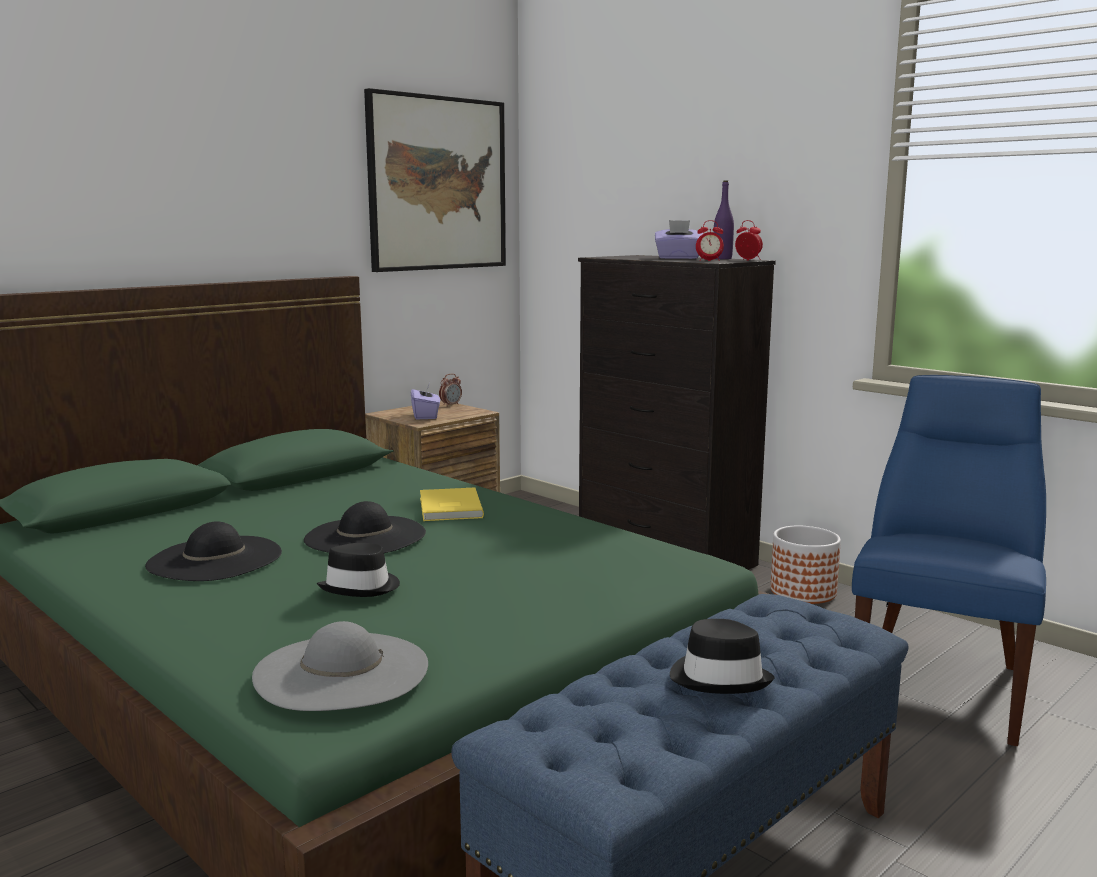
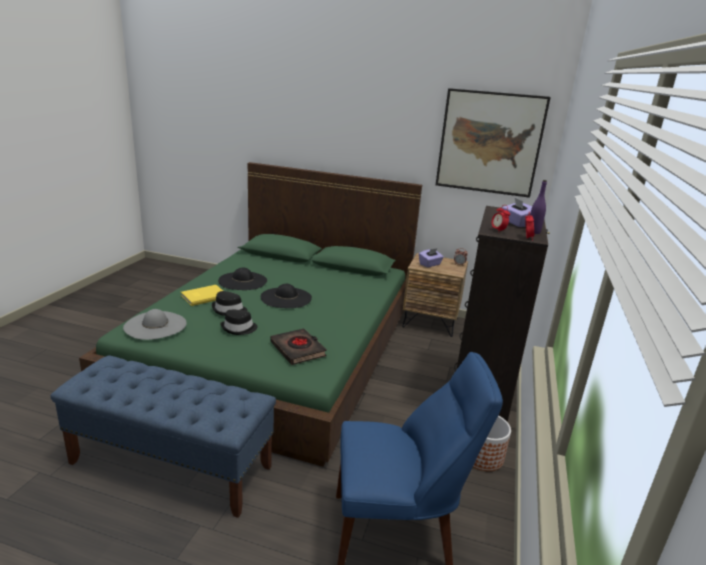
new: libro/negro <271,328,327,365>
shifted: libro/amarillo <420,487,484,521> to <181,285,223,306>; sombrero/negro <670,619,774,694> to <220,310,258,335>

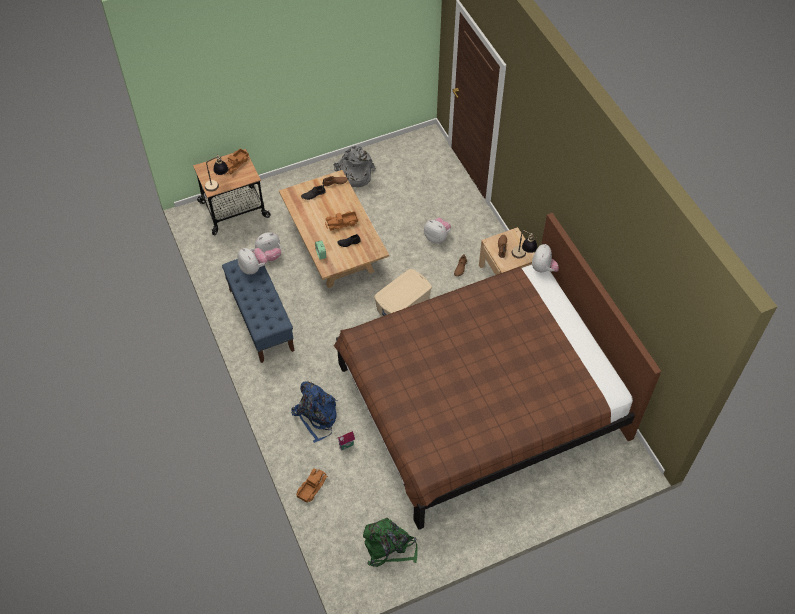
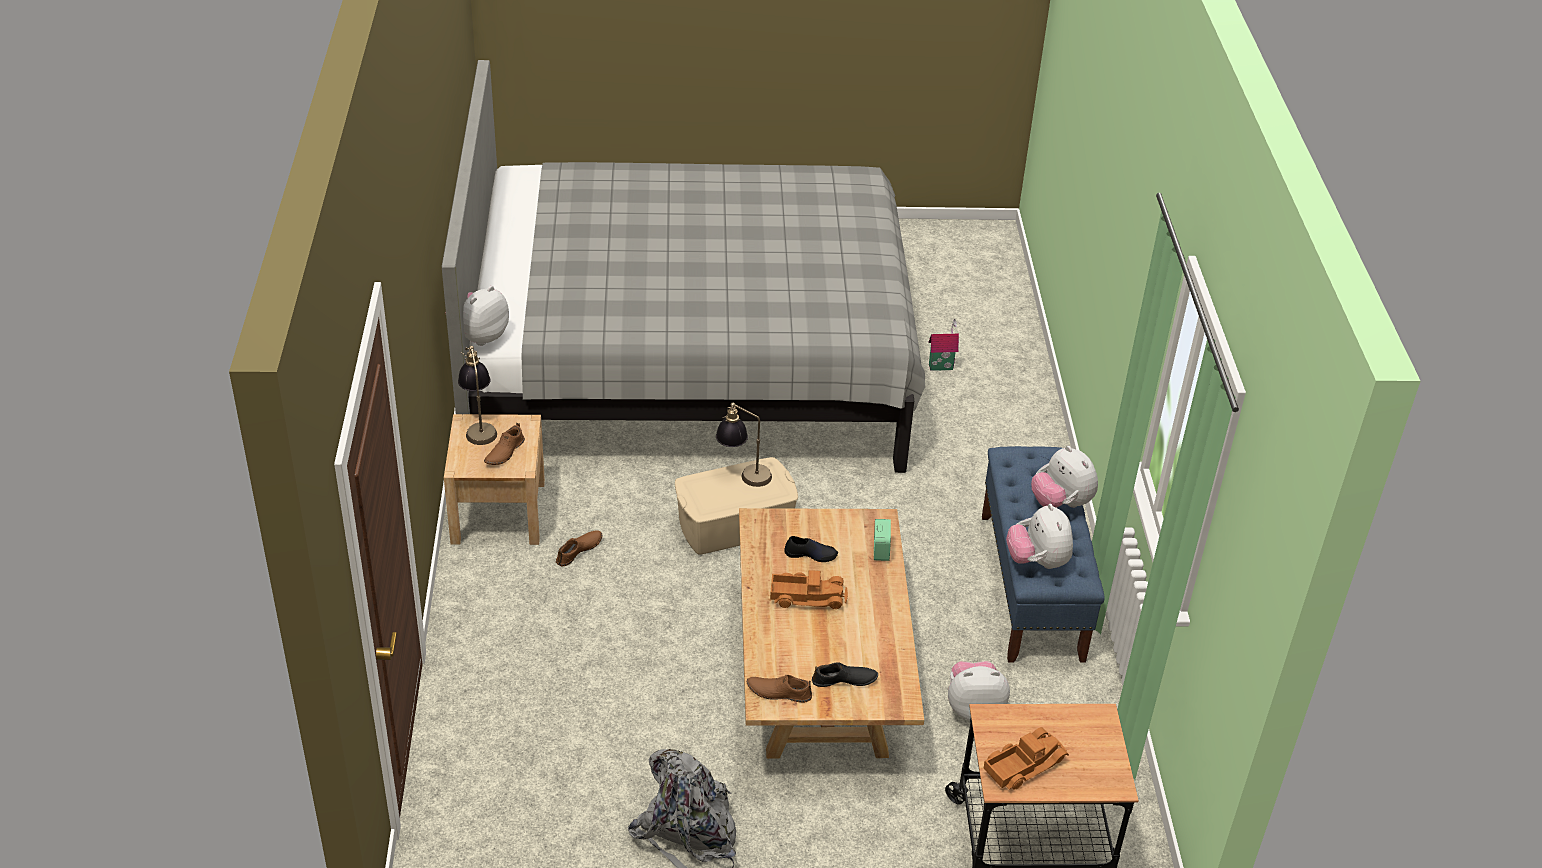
gone: mochila/azul <291,381,338,443>; camión de juguete <297,468,328,503>; mochila/verde <363,518,418,567>
shifted: lámpara de mesa <205,154,228,192> to <716,403,772,487>; peluche <424,218,451,243> to <1031,446,1098,508>
repainted: cama/marrón <334,213,661,530> to cama/gris <442,60,925,473>

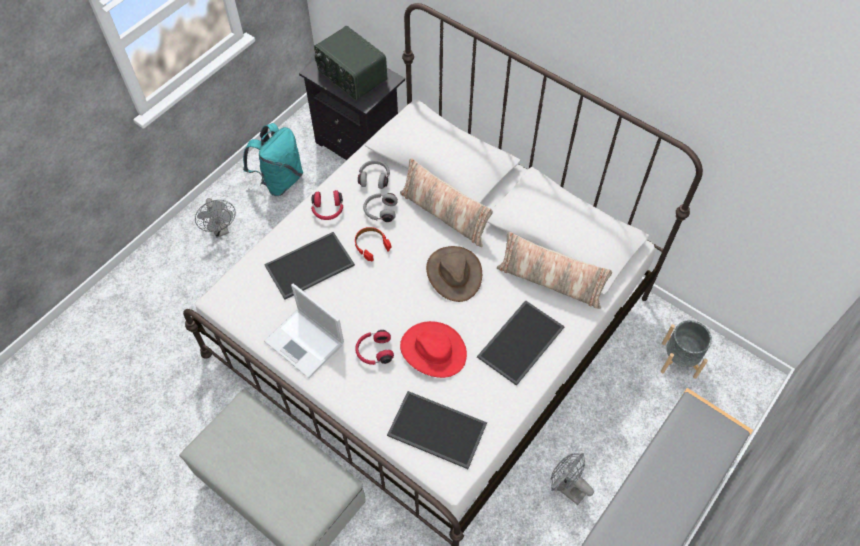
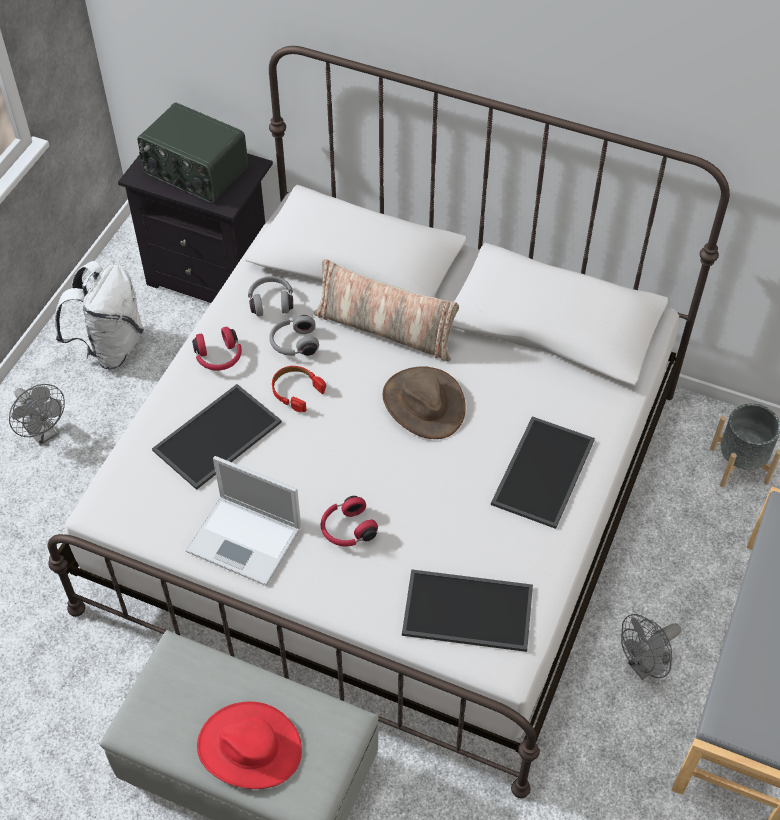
gone: cojín <497,232,612,309>
shifted: sombrero/rojo <400,321,467,378> to <197,702,302,789>
repainted: mochila/turquesa <243,123,303,196> to mochila/blanco <55,261,144,369>
rotated: ventilador/gris <550,453,594,505> = <621,614,681,680> 60 degrees counterclockwise

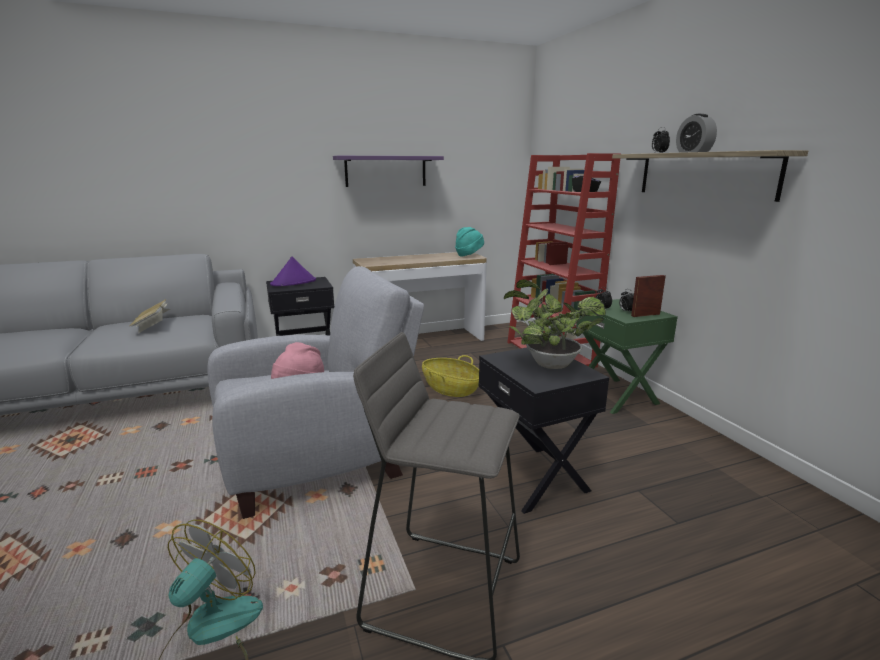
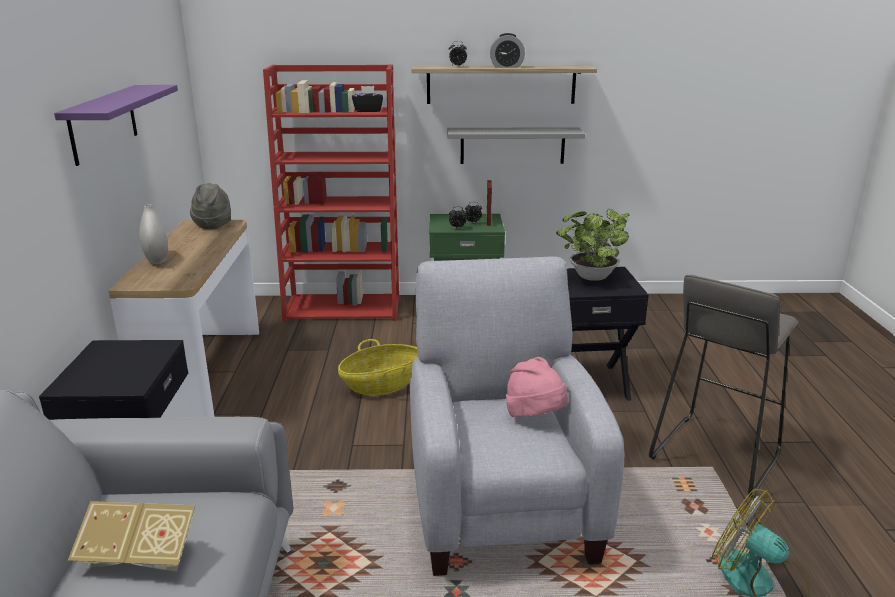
gone: sombrero/morado <270,257,316,286>
new: florero/blanco <139,204,168,264>; estante/gris <447,127,585,164>
repainted: sombrero/turquesa <455,227,484,256> to sombrero/gris <190,183,231,229>

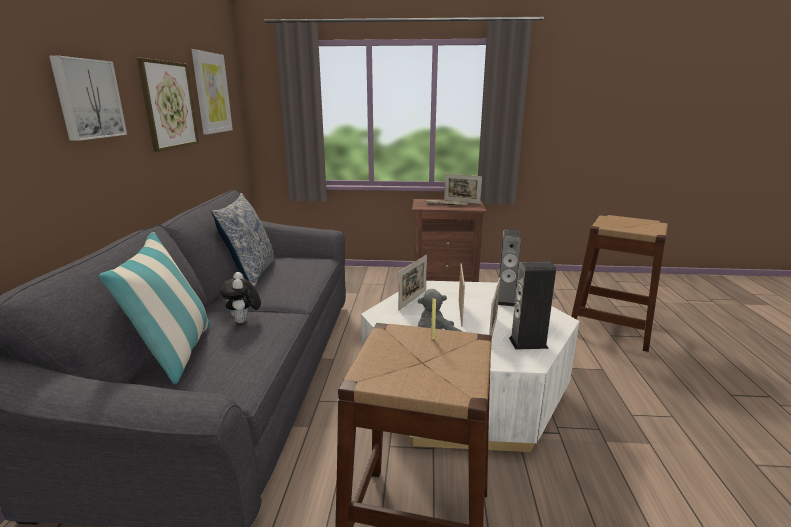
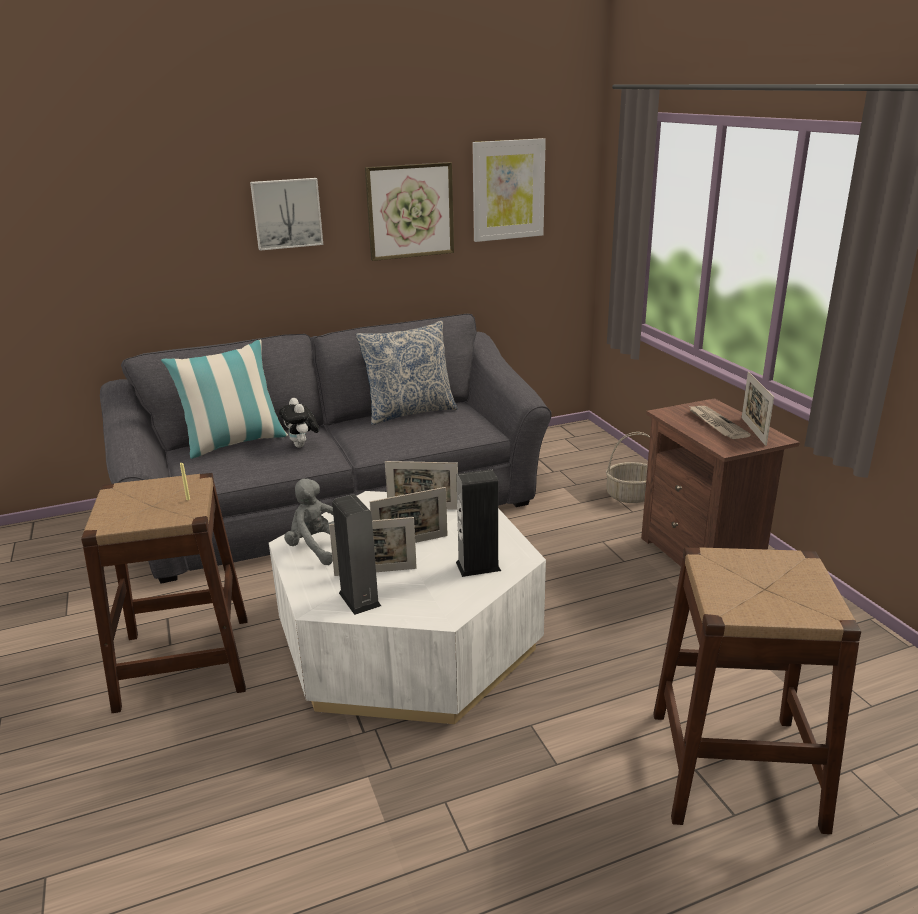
new: cesta <606,432,650,503>
rotated: peluche <221,272,261,323> = <279,398,319,448> 75 degrees counterclockwise

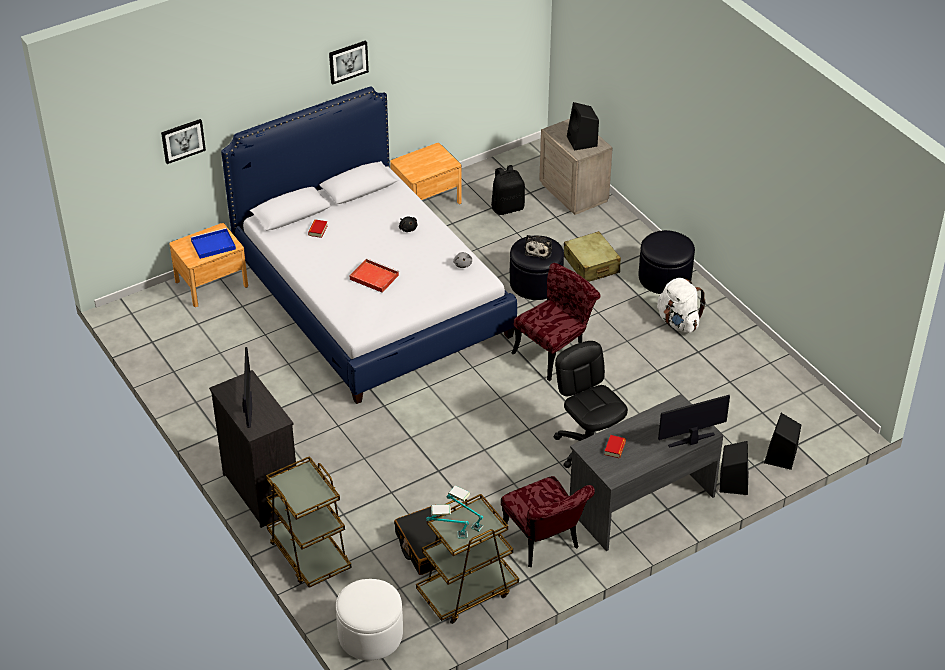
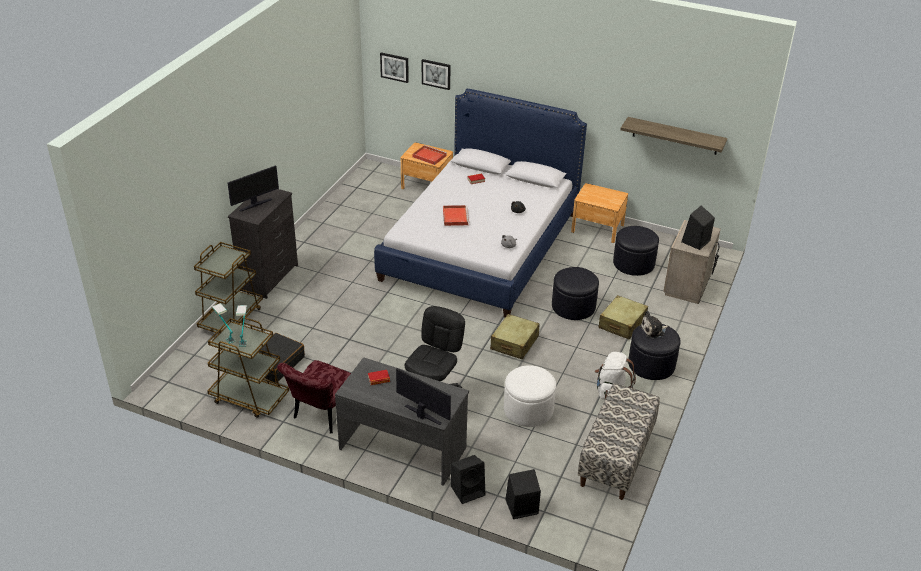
new: banco <578,383,660,500>; estante <621,117,727,155>
shifted: cuadro <329,40,369,85> to <380,52,409,83>; puf/blanco <336,579,403,661> to <504,365,556,427>; peluche <525,235,552,259> to <639,311,668,339>
swapped: mochila/negro <491,165,525,215> to puf/negro <613,226,659,276>; silla/rojo <512,263,601,381> to maleta/beis <490,314,540,359>
repainted: bandeja/azul <191,228,236,259> to bandeja/rojo <413,145,447,165>

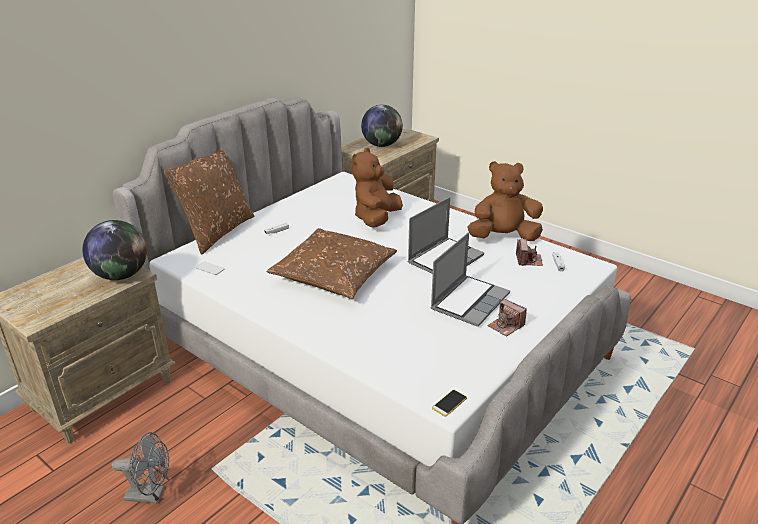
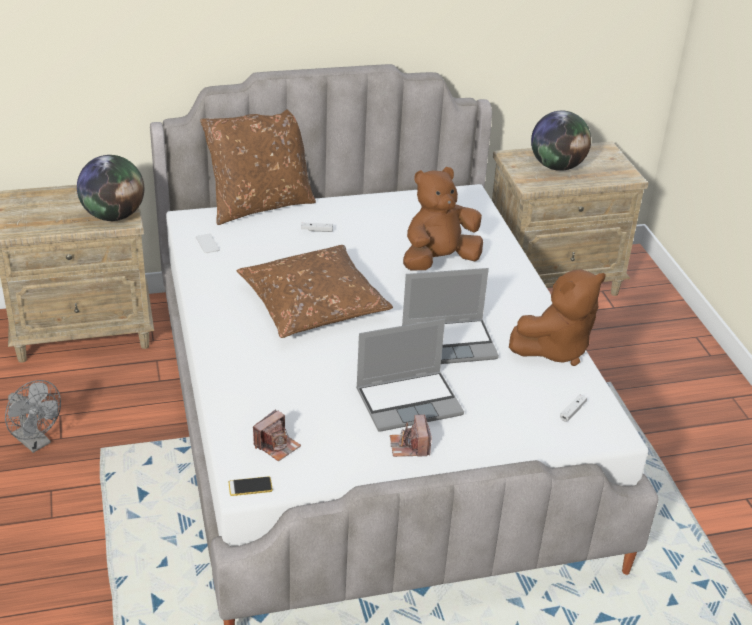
shifted: cámara <516,239,543,266> to <253,409,301,461>
rotated: peluche/marrón <468,161,543,241> = <509,269,606,366> 120 degrees clockwise

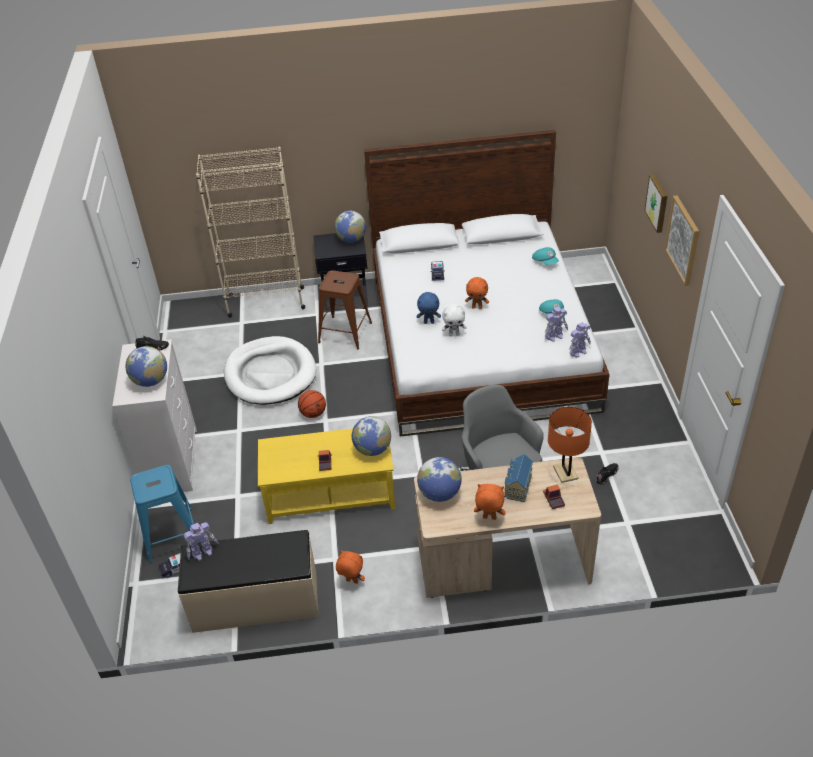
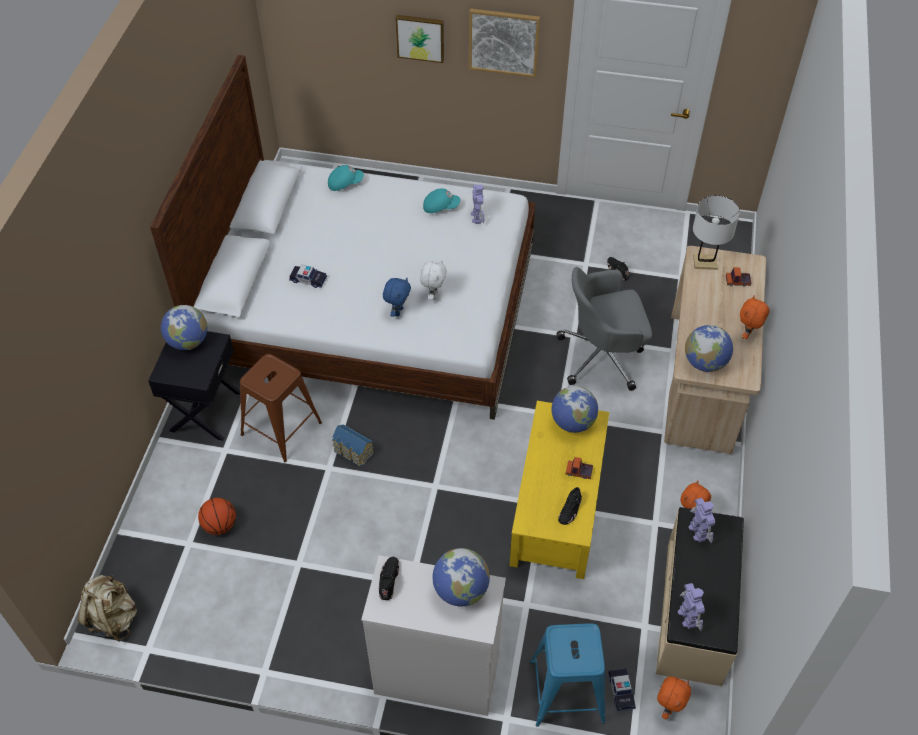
gone: estantería/beis <196,147,305,317>; cama para perro/blanco <224,336,316,405>
new: mochila/beis <78,574,137,641>; zapato/negro <558,487,582,525>
shifted: balón de baloncesto <298,390,326,418> to <198,498,236,535>; peluche/naranja <465,277,489,309> to <657,677,691,719>; casita <504,454,533,502> to <332,424,374,467>; robot de juguete <569,322,591,358> to <688,498,715,543>
repainted: lámpara de mesa/naranja <548,407,592,483> to lámpara de mesa/blanco <693,195,740,270>

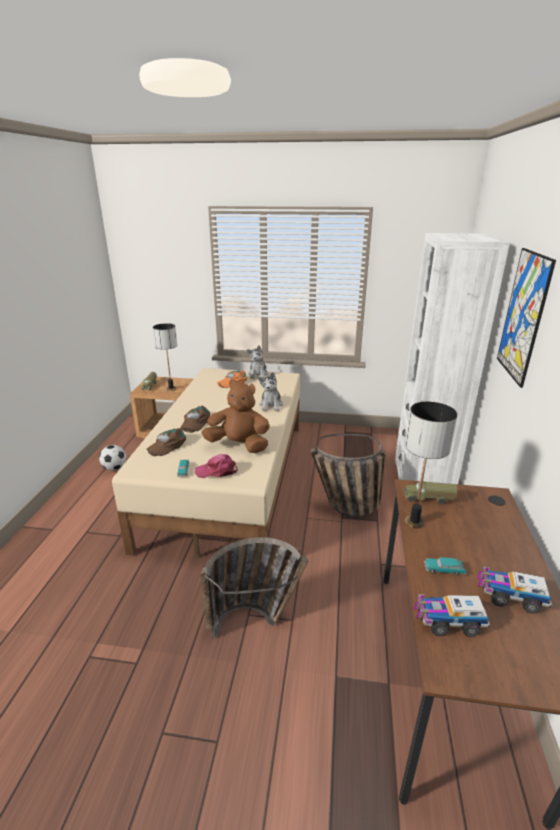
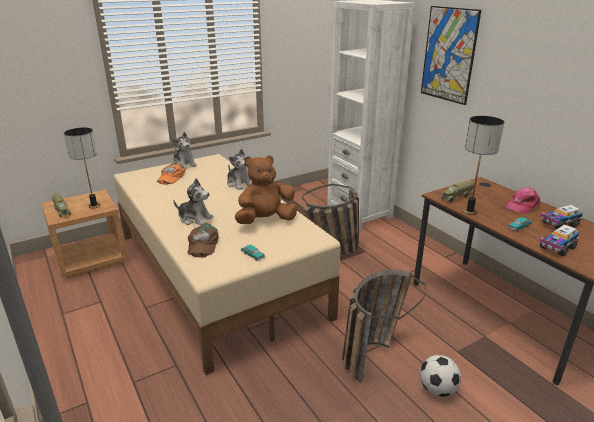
shifted: balón de fútbol <99,445,126,470> to <420,355,461,397>; gorra/rosa <195,454,238,478> to <505,187,540,214>
swapped: gorra/marrón <180,406,210,433> to peluche <173,178,213,225>

